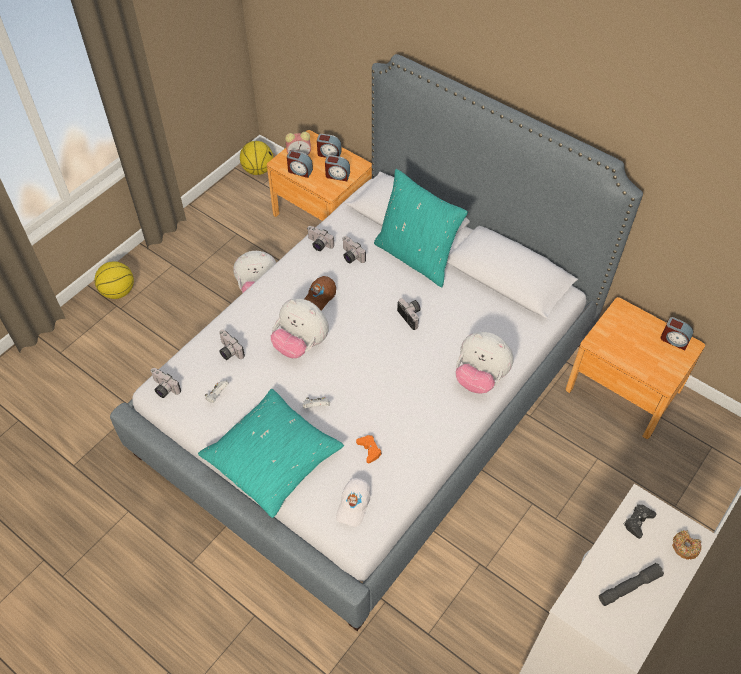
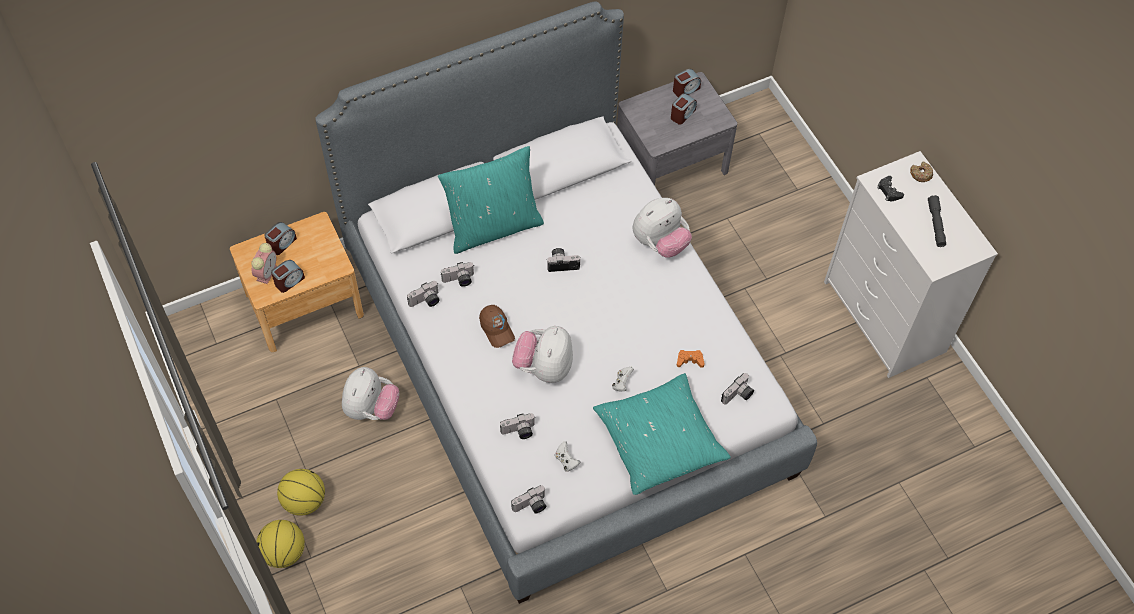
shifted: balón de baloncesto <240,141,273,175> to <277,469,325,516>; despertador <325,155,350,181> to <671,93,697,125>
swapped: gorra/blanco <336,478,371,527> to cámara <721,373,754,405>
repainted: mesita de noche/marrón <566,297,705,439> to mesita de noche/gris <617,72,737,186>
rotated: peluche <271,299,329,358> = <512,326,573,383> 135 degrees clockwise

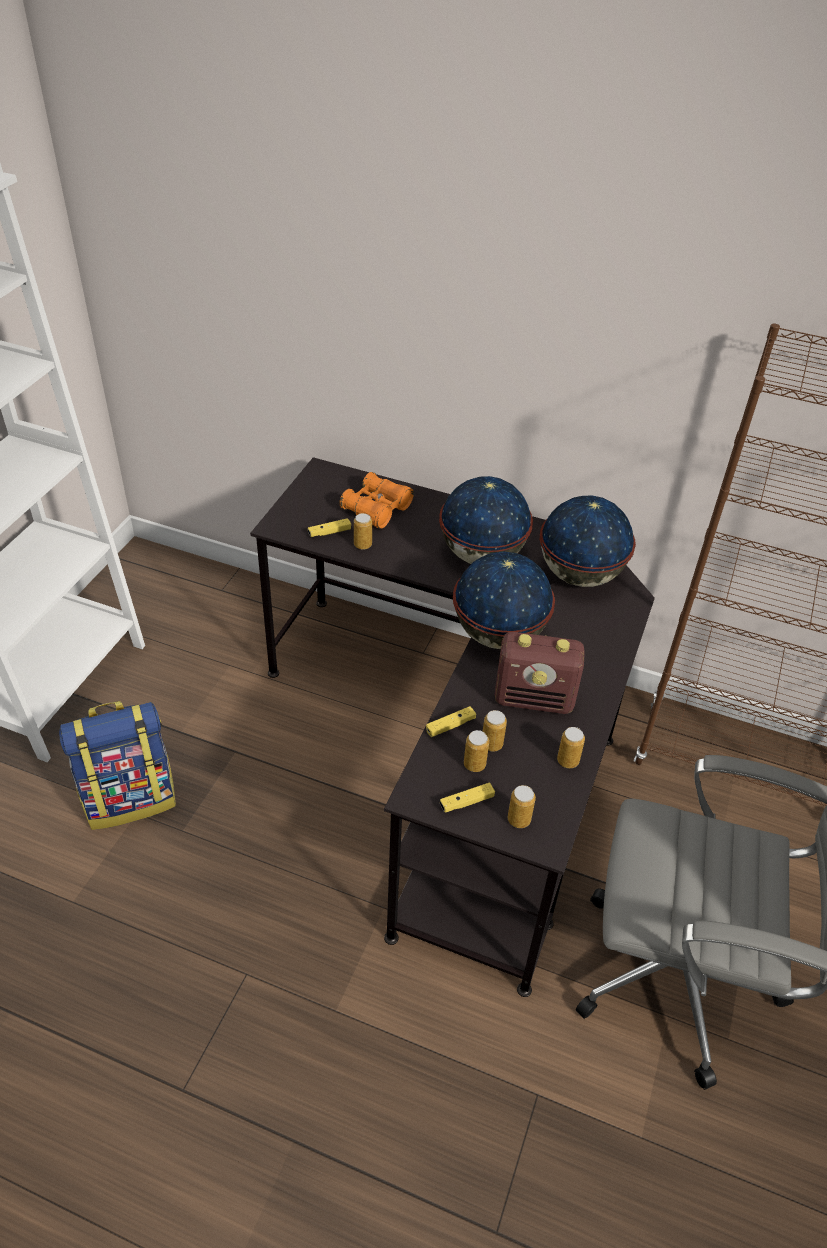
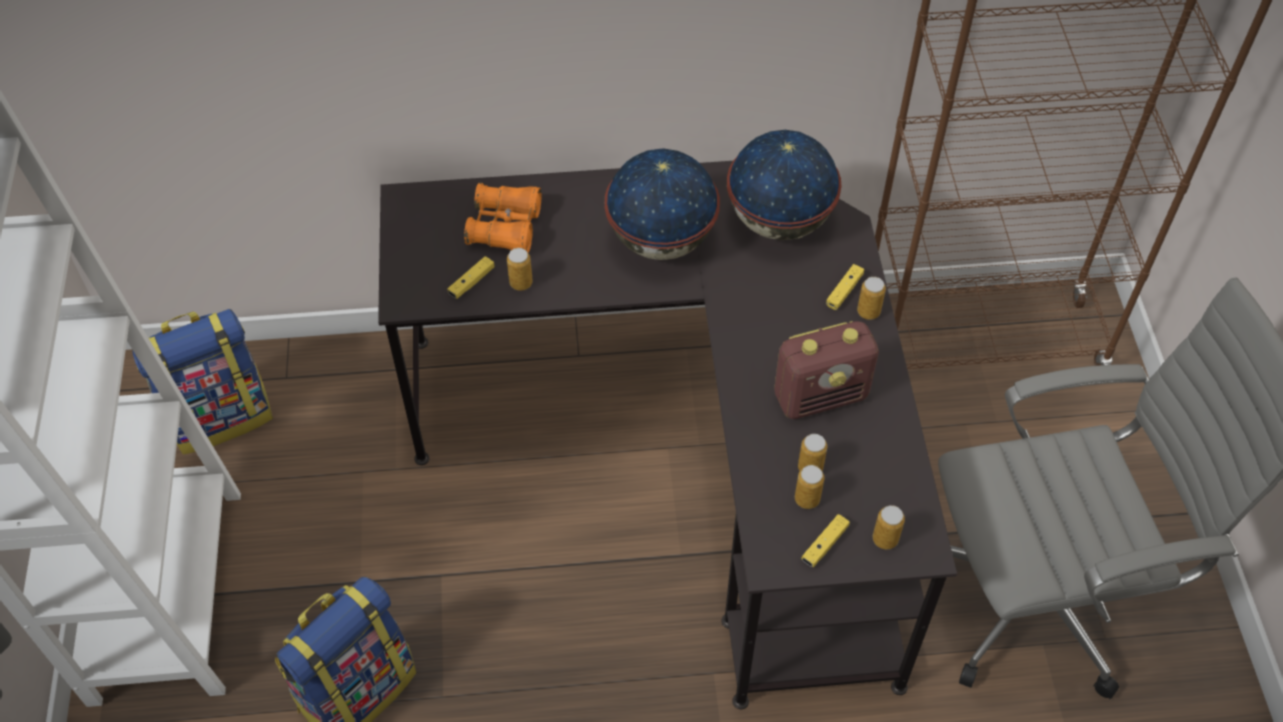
gone: globo terráqueo <453,552,555,649>
new: mochila <132,309,273,455>
shifted: mando de consola/amarillo <426,706,476,737> to <826,264,864,310>; lata <557,727,585,768> to <857,277,886,320>

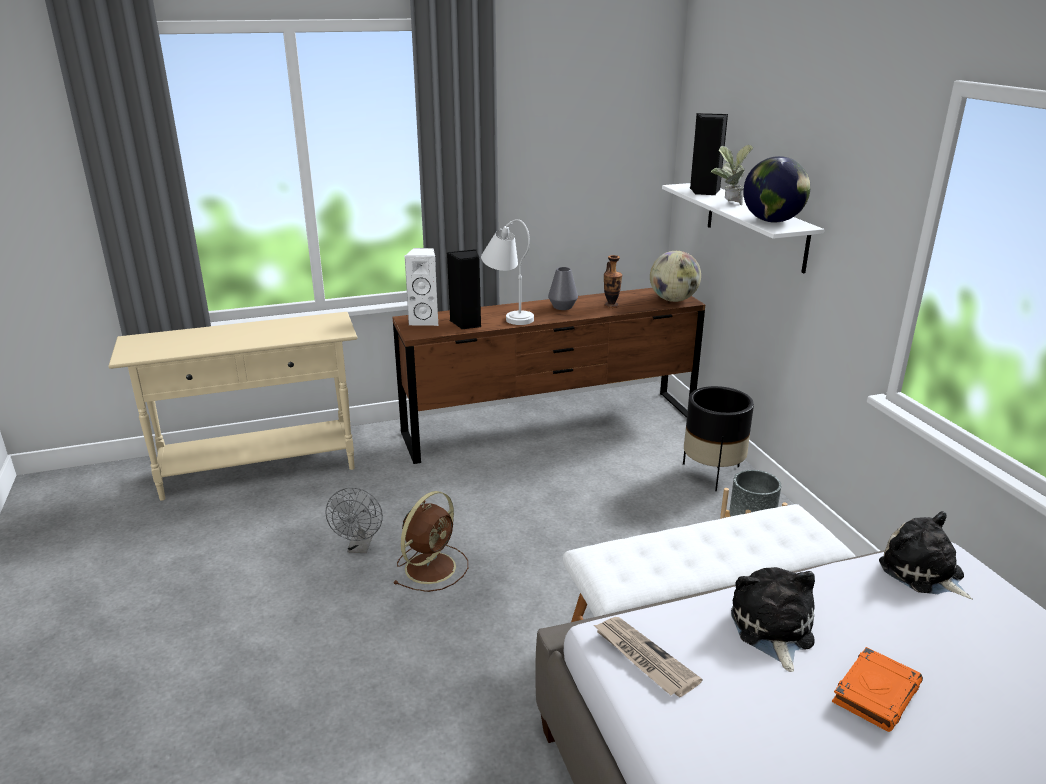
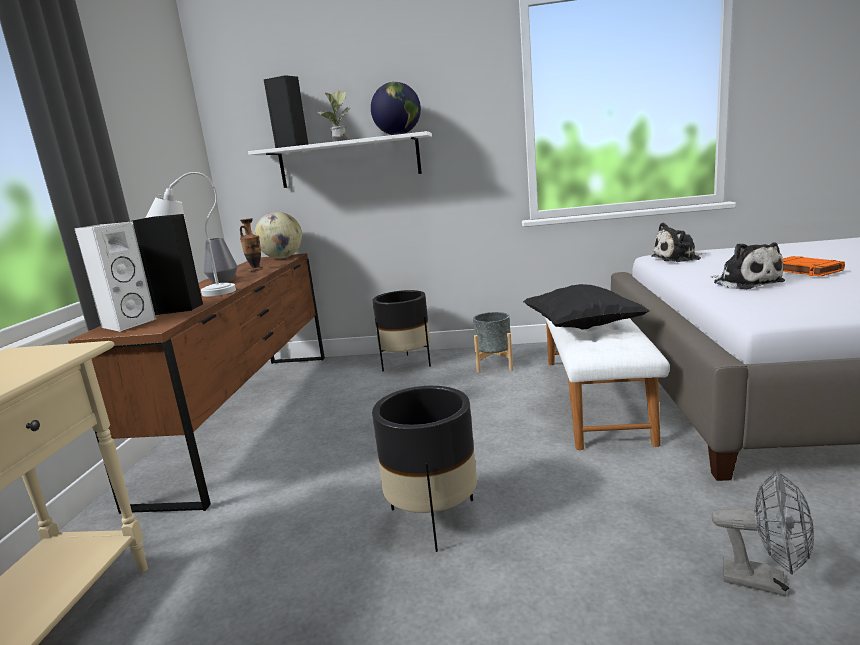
gone: periódico <594,617,703,697>
new: cojín/negro <523,284,650,330>
shifted: ventilador/gris <325,488,383,553> to <712,471,814,596>
swapped: ventilador/marrón <393,491,468,592> to maceta/negro <372,386,477,552>
rotated: peluche <731,567,815,672> = <711,242,785,289> 135 degrees counterclockwise

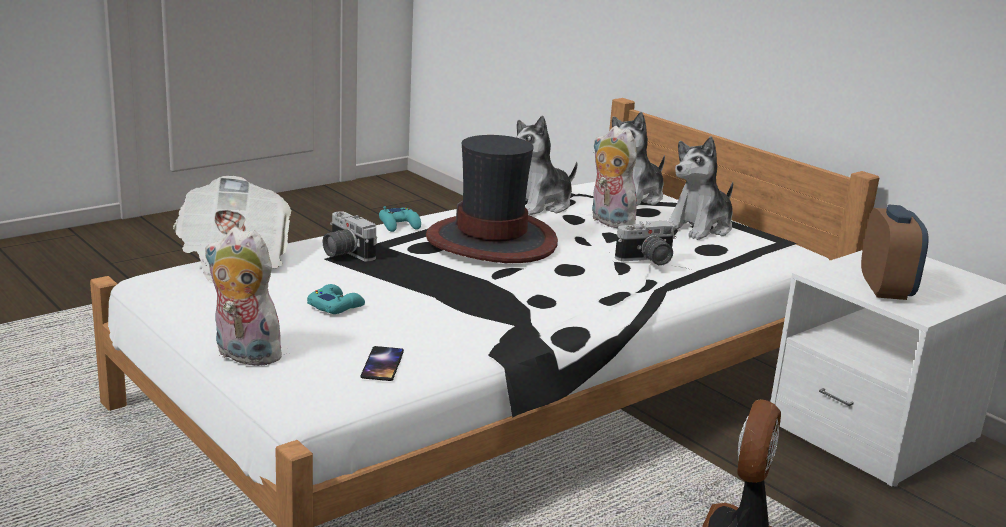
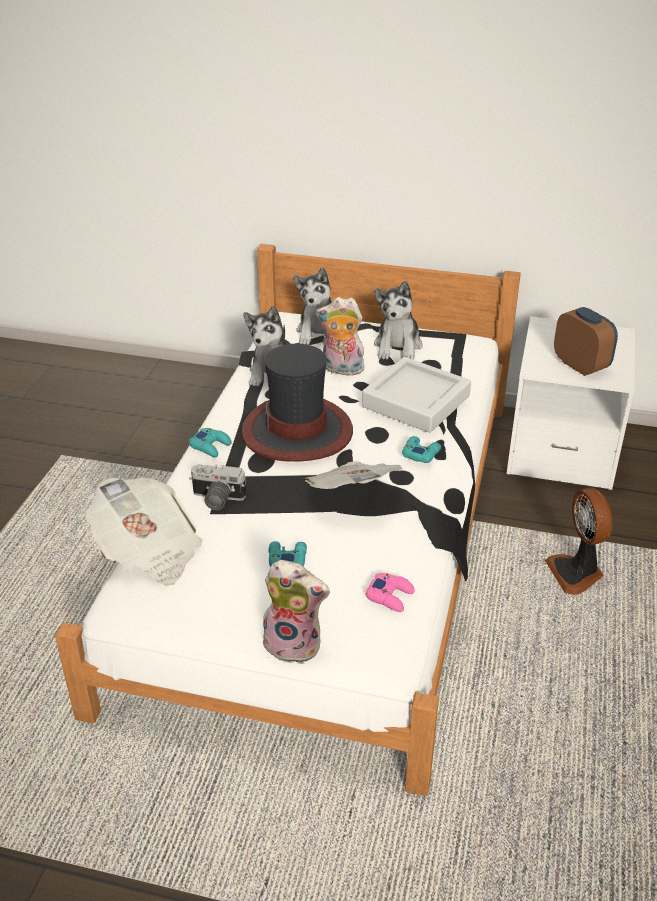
new: periódico <305,461,402,489>; mando de consola/turquesa <402,436,441,463>
swapped: móvil <360,346,404,381> to mando de consola/rosa <365,573,414,612>; cámara <615,220,677,266> to bandeja/gris <362,357,471,433>
rotated: peluche <205,227,290,366> = <263,560,330,664> 150 degrees counterclockwise

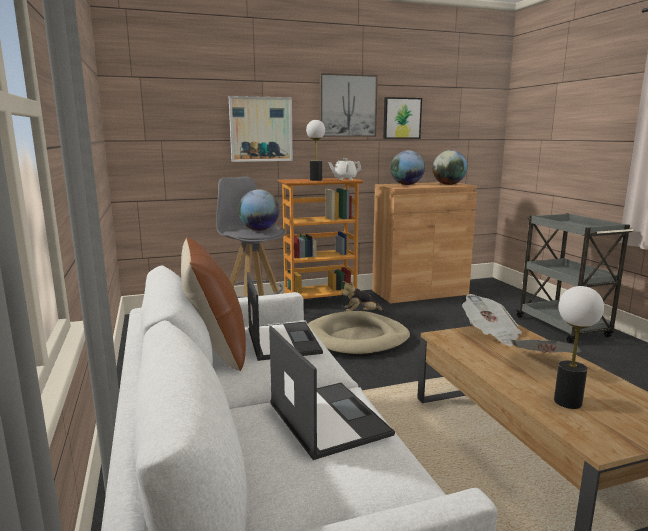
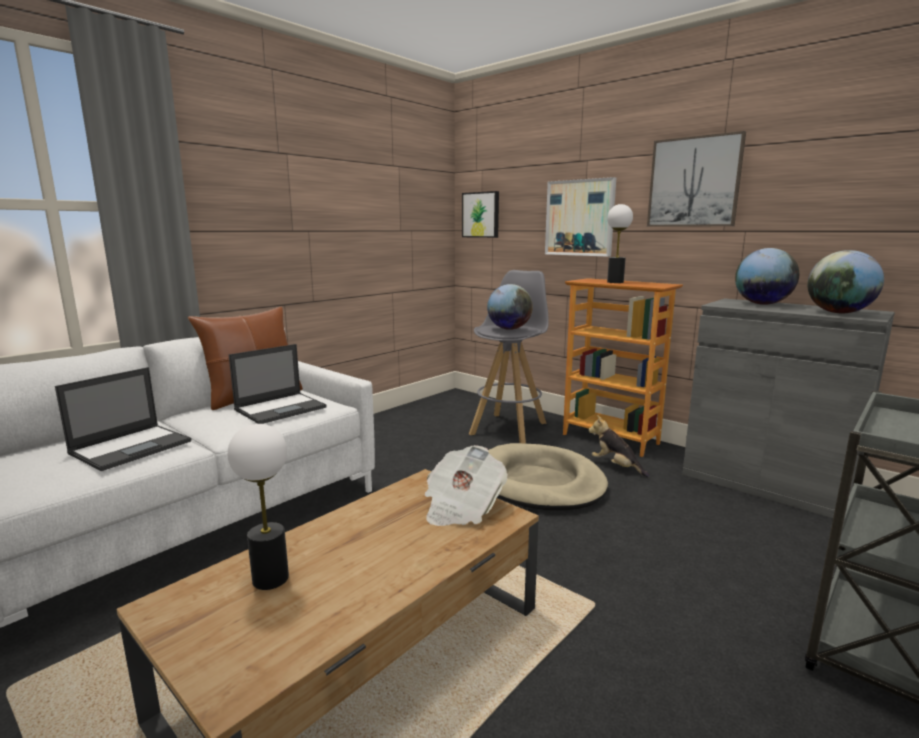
gone: tetera/blanco <328,158,361,180>; periódico <511,340,582,353>
shifted: cuadro <383,97,422,139> to <462,191,499,238>
repainted: armario/marrón <372,182,477,304> to armario/gris <682,299,895,518>

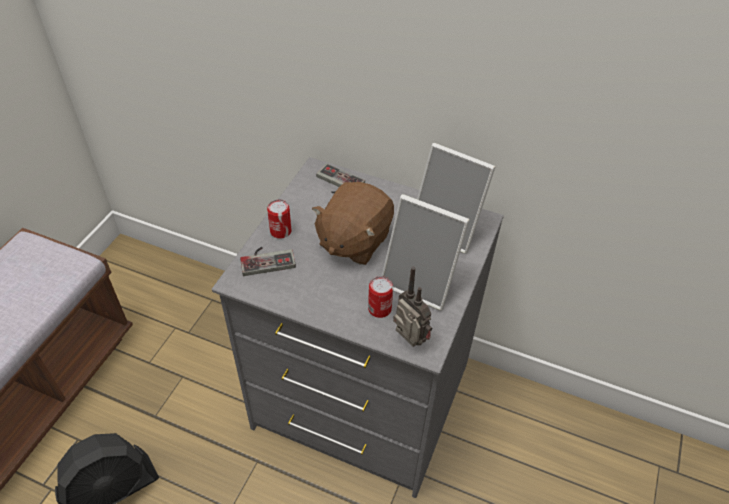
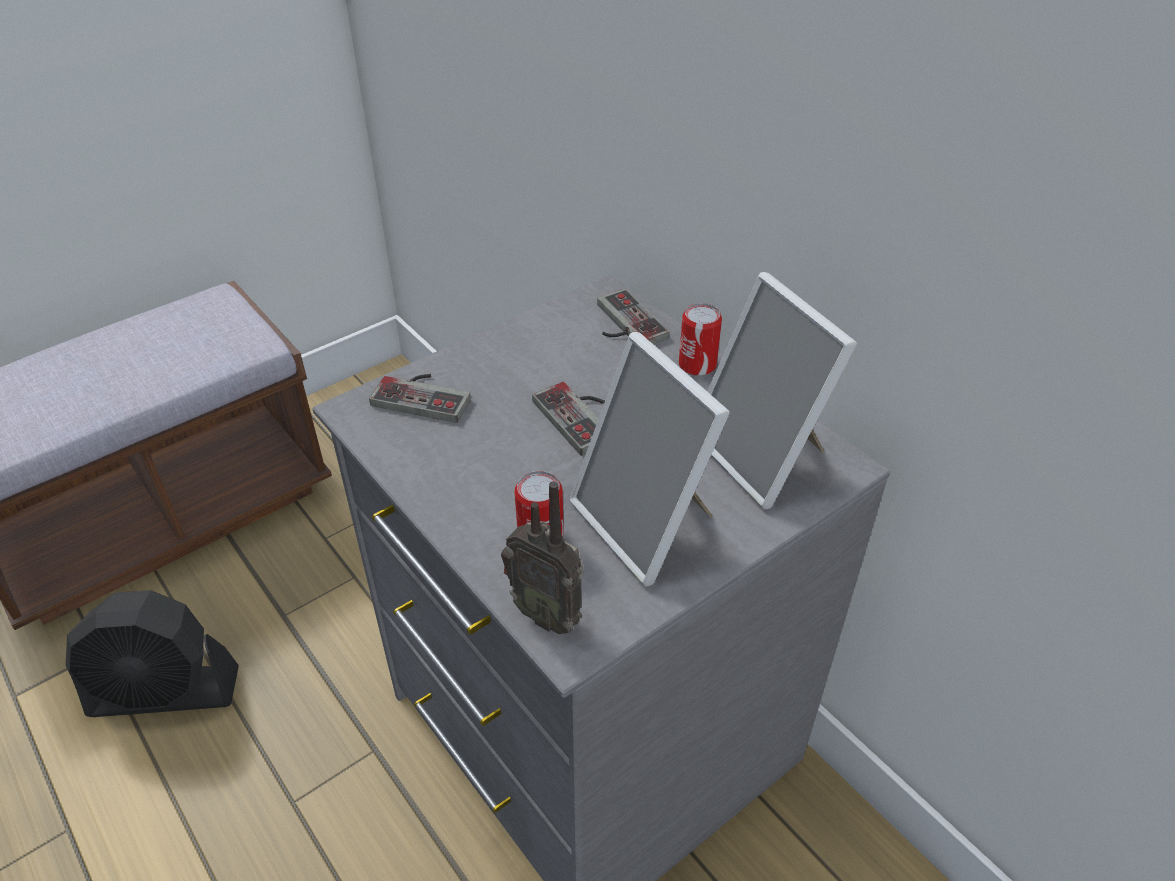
shifted: lata <267,199,291,239> to <679,303,722,376>
swapped: peluche/marrón <312,182,394,265> to mando de consola <532,382,605,456>
rotated: radio <393,267,432,347> = <501,481,583,634> 135 degrees clockwise

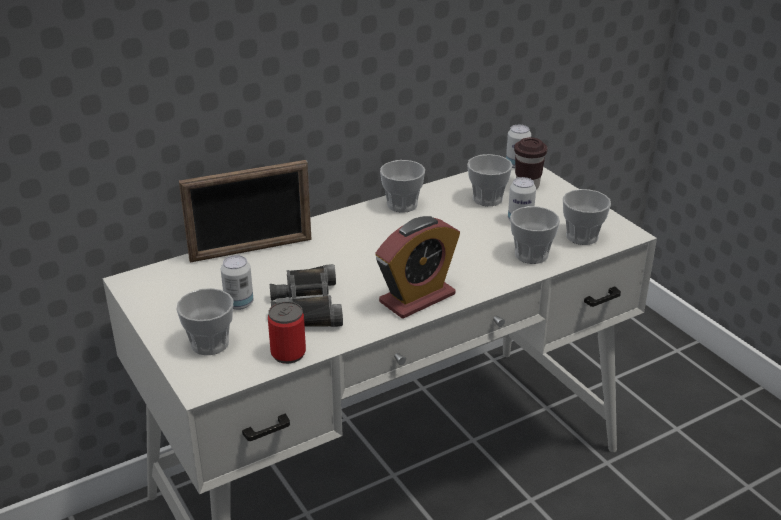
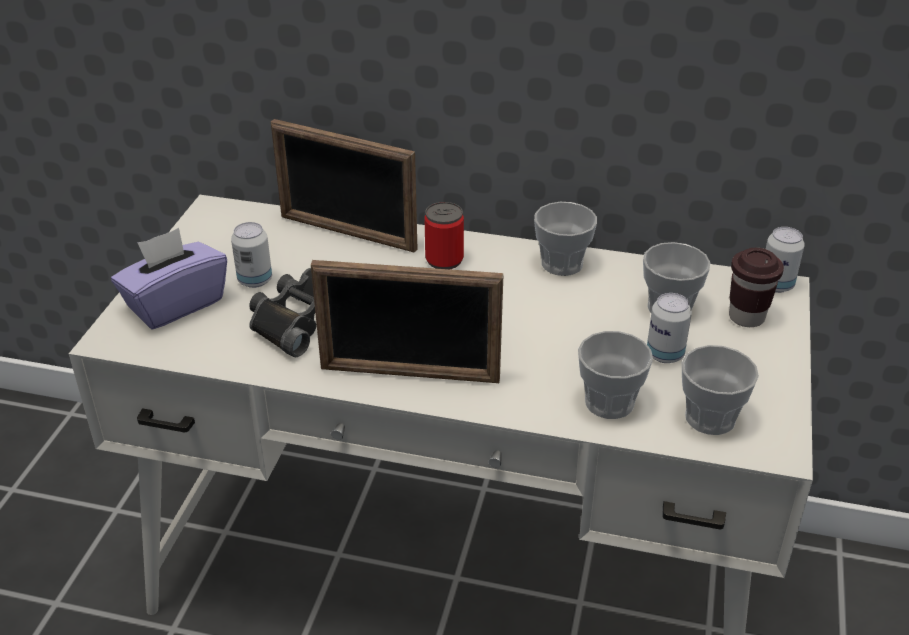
shifted: lata <268,302,306,364> to <424,202,464,269>
swapped: taza <176,288,233,355> to caja de pañuelos/morado <111,228,227,330>; despertador <375,216,460,319> to portarretratos <311,260,504,383>

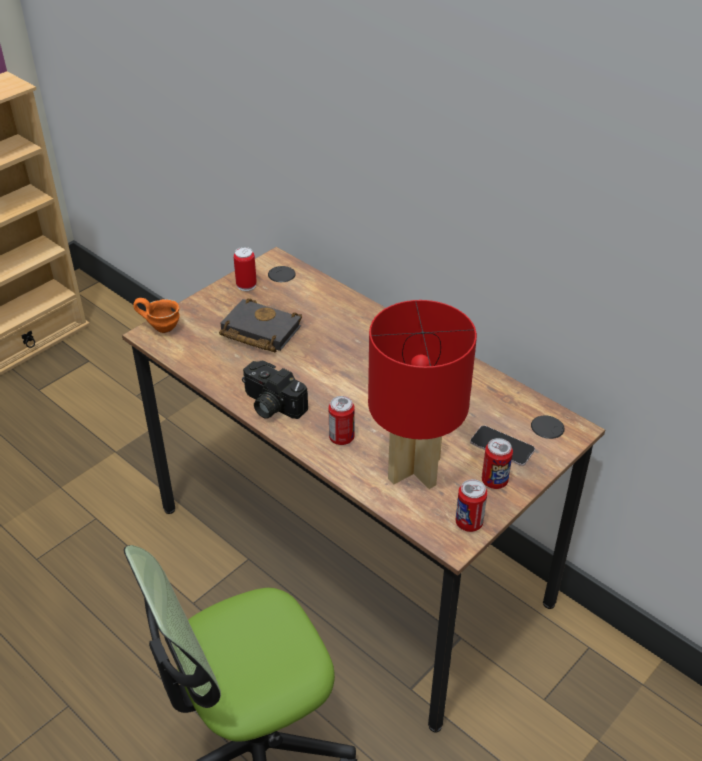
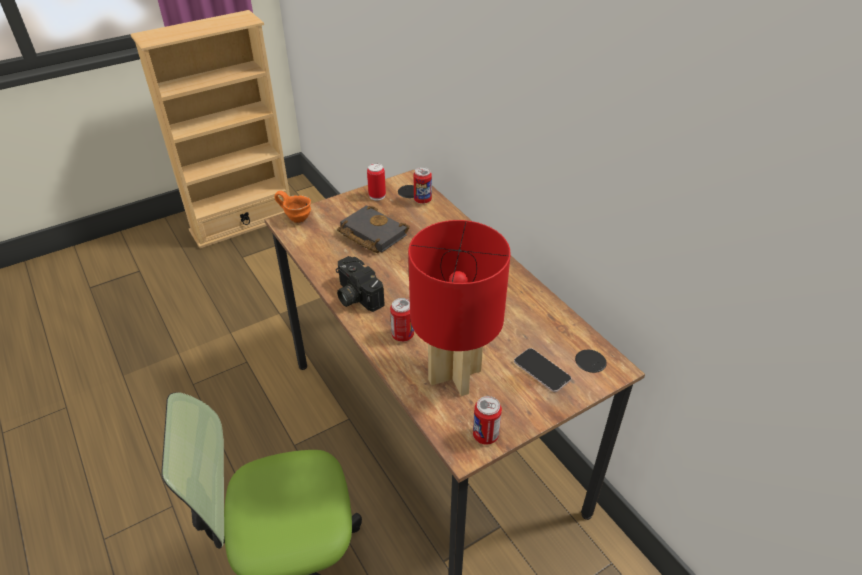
shifted: lata <482,438,513,489> to <413,167,432,204>

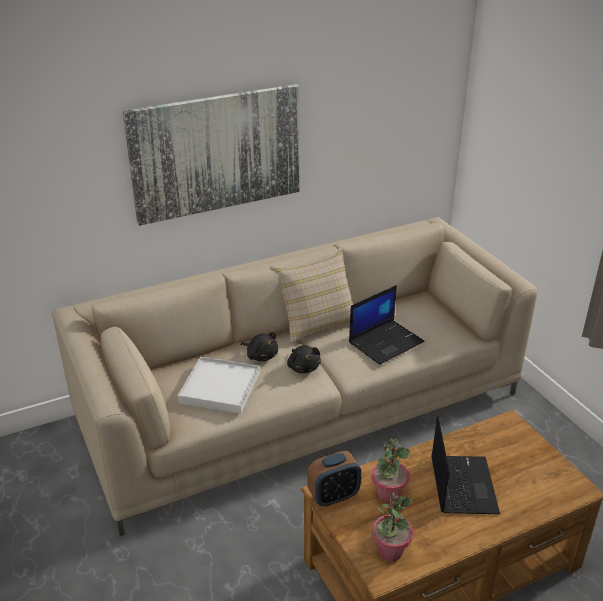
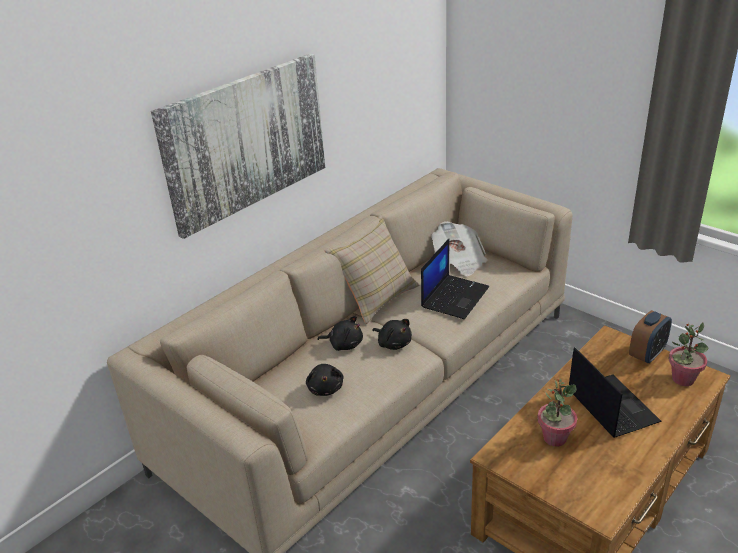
new: periódico <431,221,487,276>
shifted: despertador <307,451,361,507> to <629,310,672,364>; planta en maceta <372,492,413,561> to <669,322,709,386>
swapped: bandeja/blanco <178,357,260,414> to peluche/negro <306,364,344,396>

